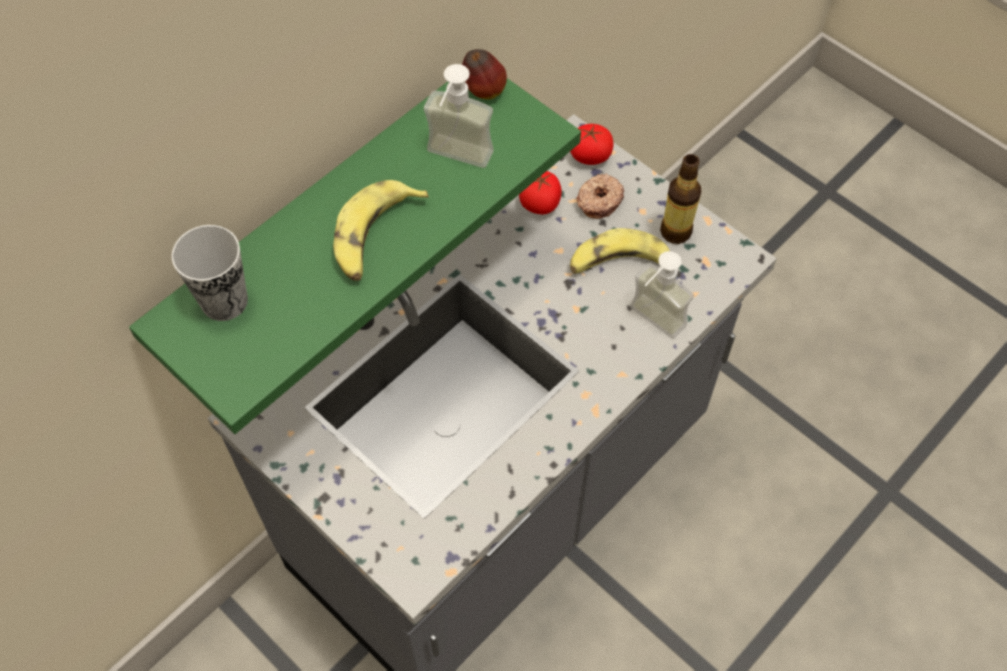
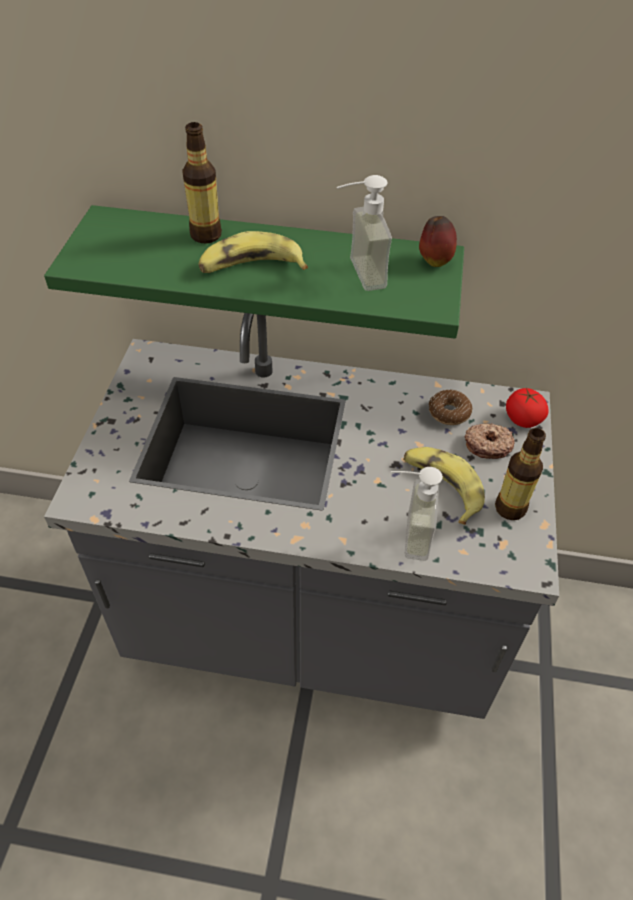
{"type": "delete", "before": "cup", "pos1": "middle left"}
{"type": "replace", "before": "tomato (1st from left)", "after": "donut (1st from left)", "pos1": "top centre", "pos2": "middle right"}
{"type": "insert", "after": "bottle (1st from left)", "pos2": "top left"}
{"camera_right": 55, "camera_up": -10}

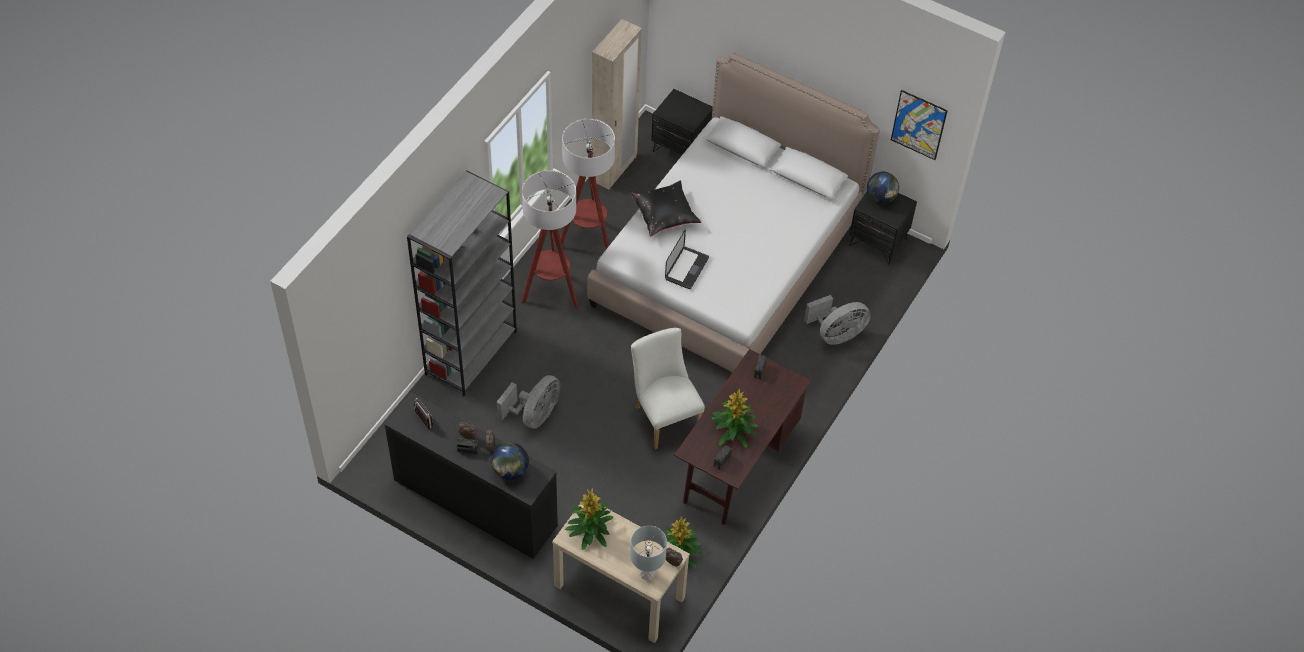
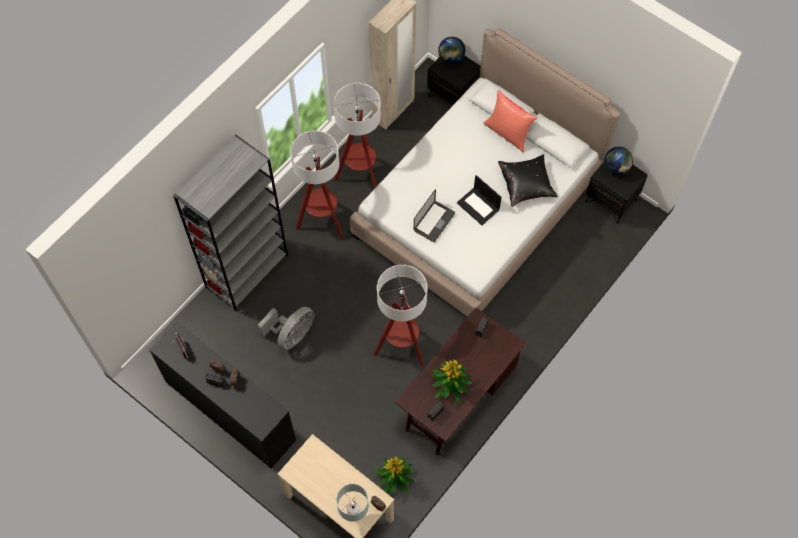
{"type": "move", "before": "globe (1st from left)", "pos1": "bottom centre", "pos2": "top centre"}
{"type": "delete", "before": "potted plant (1st from left)", "pos1": "bottom centre"}
{"type": "move", "before": "black pillow", "pos1": "top centre", "pos2": "centre"}
{"type": "replace", "before": "white chair", "after": "floor lamp (3rd from left)", "pos1": "centre", "pos2": "centre"}
{"type": "delete", "before": "grey fan (2nd from left)", "pos1": "centre"}
{"type": "delete", "before": "picture", "pos1": "top right"}
{"type": "insert", "after": "laptop (2nd from left)", "pos2": "centre"}
{"type": "insert", "after": "red pillow", "pos2": "top centre"}
{"camera_right": 10, "camera_up": 10}

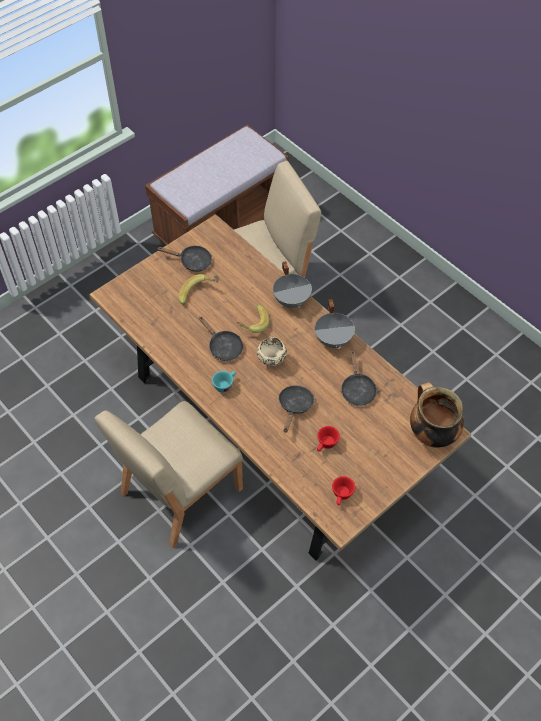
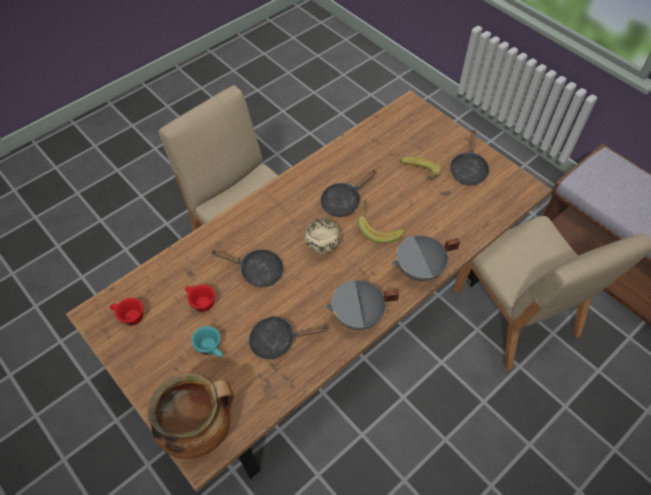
{"type": "move", "before": "turquoise cup", "pos1": "centre", "pos2": "bottom left"}
{"camera_right": 90, "camera_up": 0}

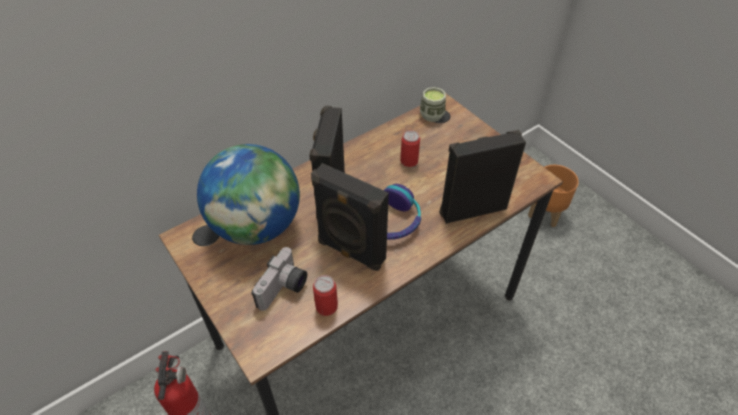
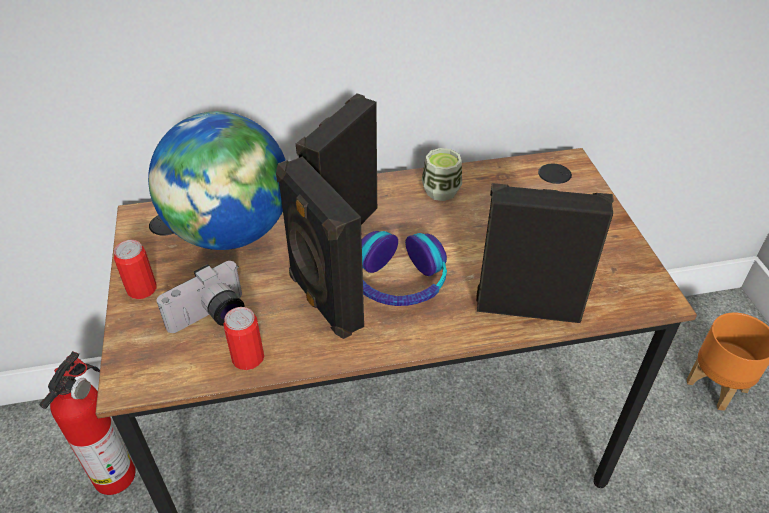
{"type": "move", "before": "can (2nd from left in the first image)", "after": "can (1st from left)", "pos1": "centre", "pos2": "middle left"}
{"type": "move", "before": "cup", "pos1": "top centre", "pos2": "centre"}
{"camera_right": 25, "camera_up": -5}

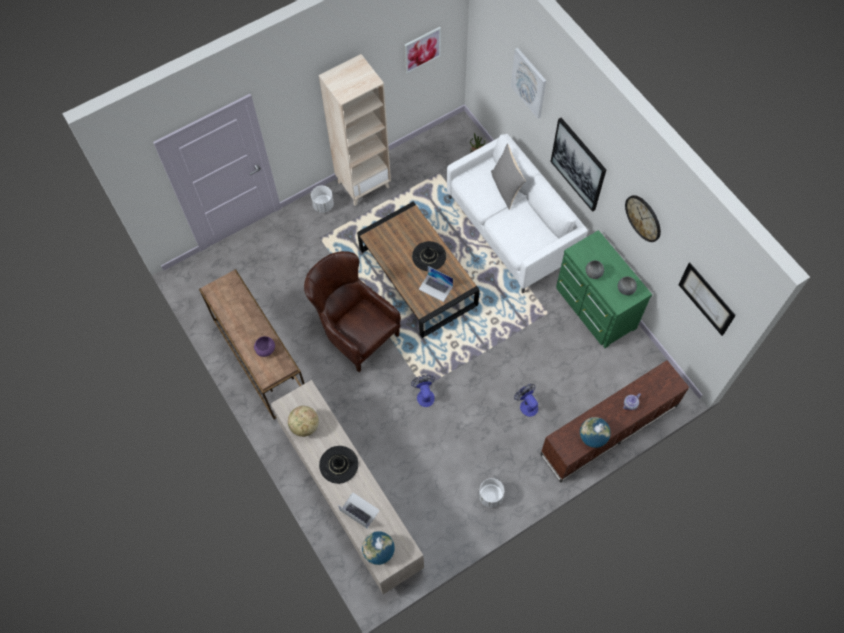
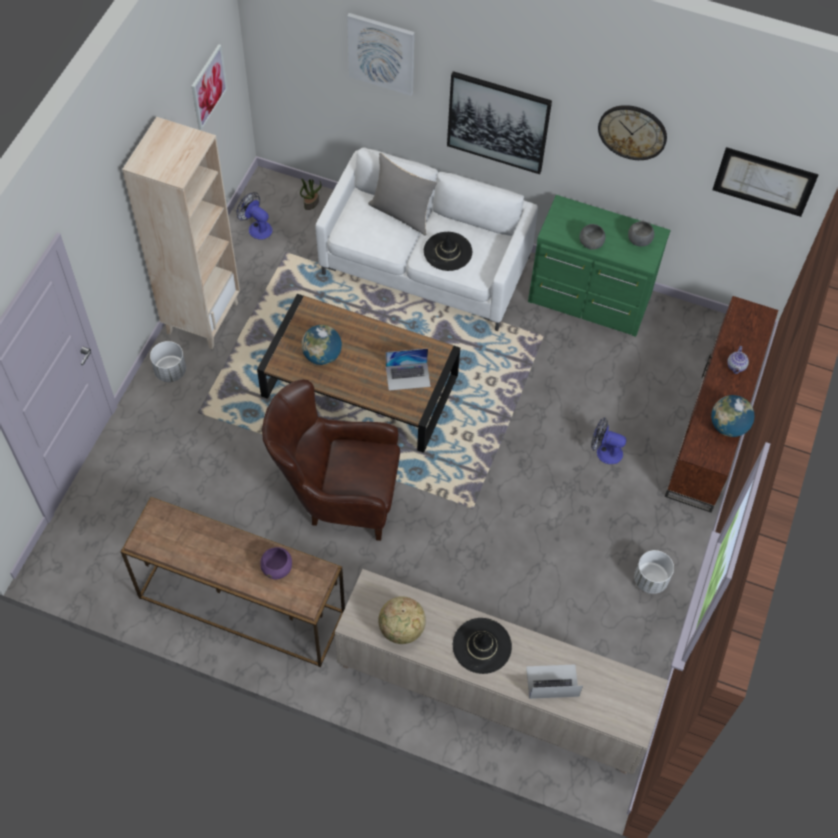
{"type": "move", "before": "globe (2nd from left in the first image)", "after": "globe (1st from left)", "pos1": "bottom centre", "pos2": "centre"}
{"type": "move", "before": "fan (1st from left)", "pos1": "centre", "pos2": "top left"}
{"type": "move", "before": "black hat (2nd from left in the first image)", "after": "black hat (1st from left)", "pos1": "centre", "pos2": "top centre"}
{"camera_right": -40, "camera_up": -5}

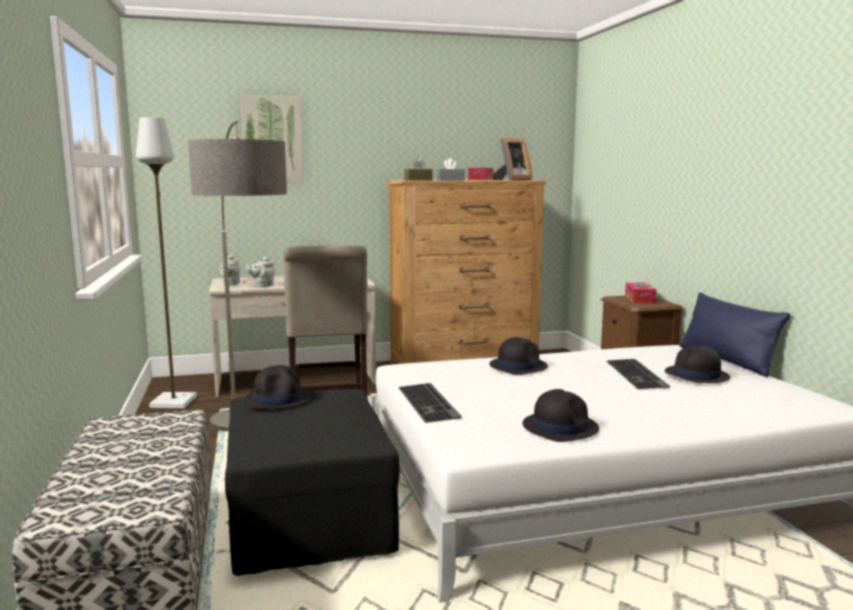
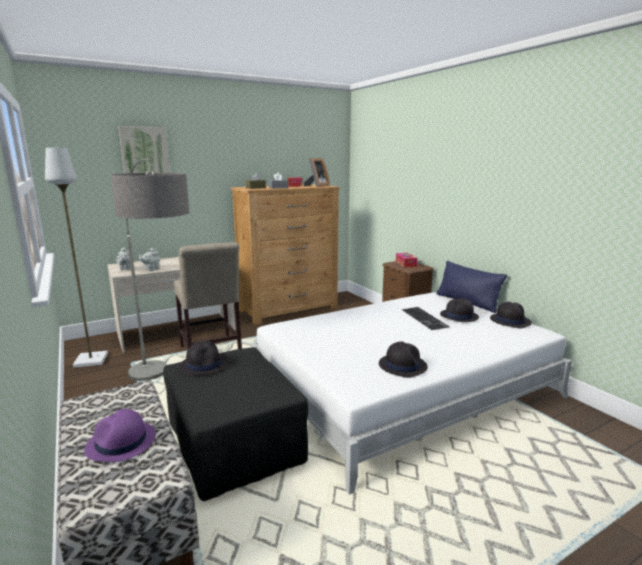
{"type": "delete", "before": "keyboard (1st from left)", "pos1": "centre"}
{"type": "move", "before": "black hat (2nd from left in the first image)", "after": "black hat (4th from left)", "pos1": "centre", "pos2": "middle right"}
{"type": "insert", "after": "purple hat", "pos2": "bottom left"}
{"camera_right": -15, "camera_up": 5}

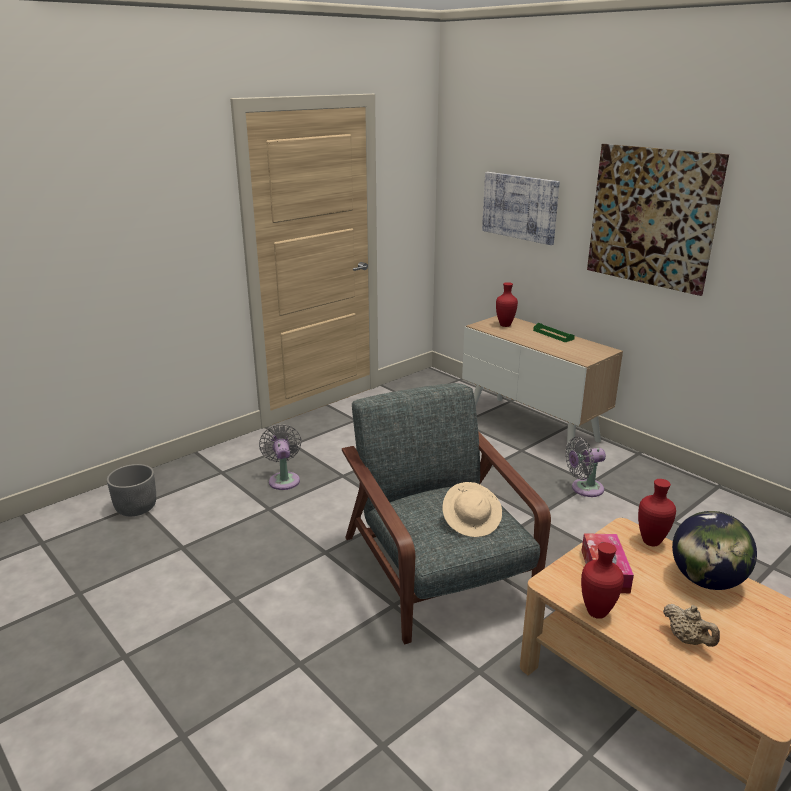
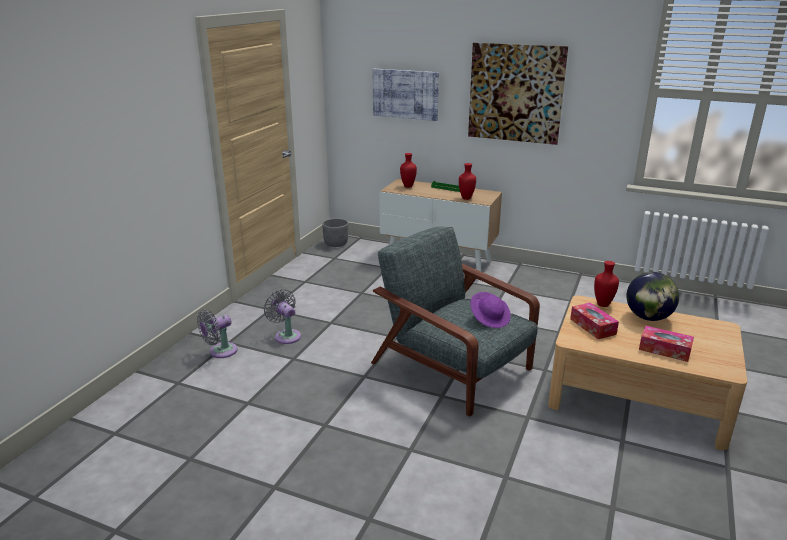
{"type": "move", "before": "grey planter", "pos1": "middle left", "pos2": "centre"}
{"type": "recolor", "before": "beige hat", "after": "purple hat", "pos1": "centre", "pos2": "centre"}
{"type": "move", "before": "grey fan (2nd from left in the first image)", "after": "grey fan (1st from left)", "pos1": "middle right", "pos2": "middle left"}
{"type": "move", "before": "red vase (2nd from left)", "pos1": "bottom right", "pos2": "centre"}
{"type": "replace", "before": "beige teapot", "after": "tissue box (2nd from left)", "pos1": "bottom right", "pos2": "middle right"}
{"camera_right": -25, "camera_up": 0}

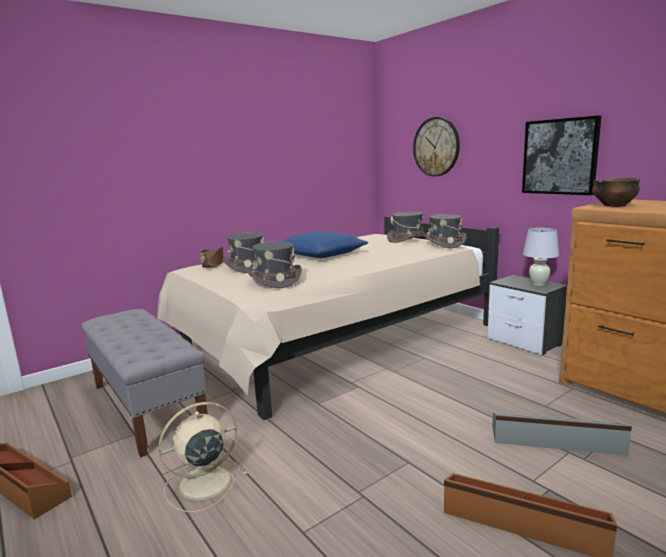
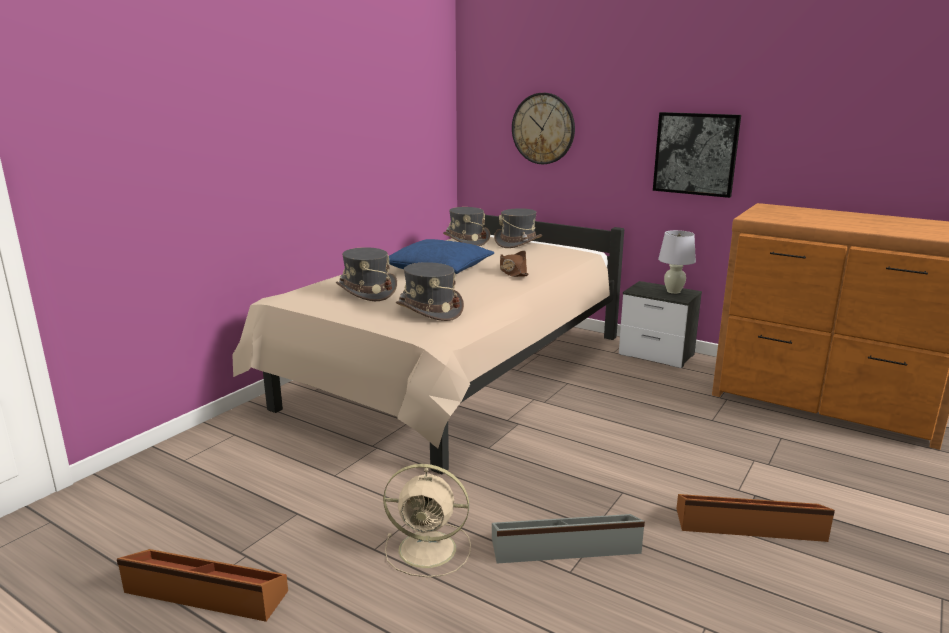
{"type": "delete", "before": "grey bench", "pos1": "bottom left"}
{"type": "rotate", "before": "beige fan", "pos1": "bottom left", "pos2": "bottom centre", "turn": -120}
{"type": "move", "before": "brown hat", "pos1": "middle left", "pos2": "centre"}
{"type": "move", "before": "grey hat (4th from left in the first image)", "after": "grey hat (3rd from left)", "pos1": "middle right", "pos2": "centre"}
{"type": "move", "before": "grey storage box", "pos1": "bottom right", "pos2": "bottom centre"}
{"type": "delete", "before": "bowl", "pos1": "middle right"}
{"camera_right": -20, "camera_up": 5}

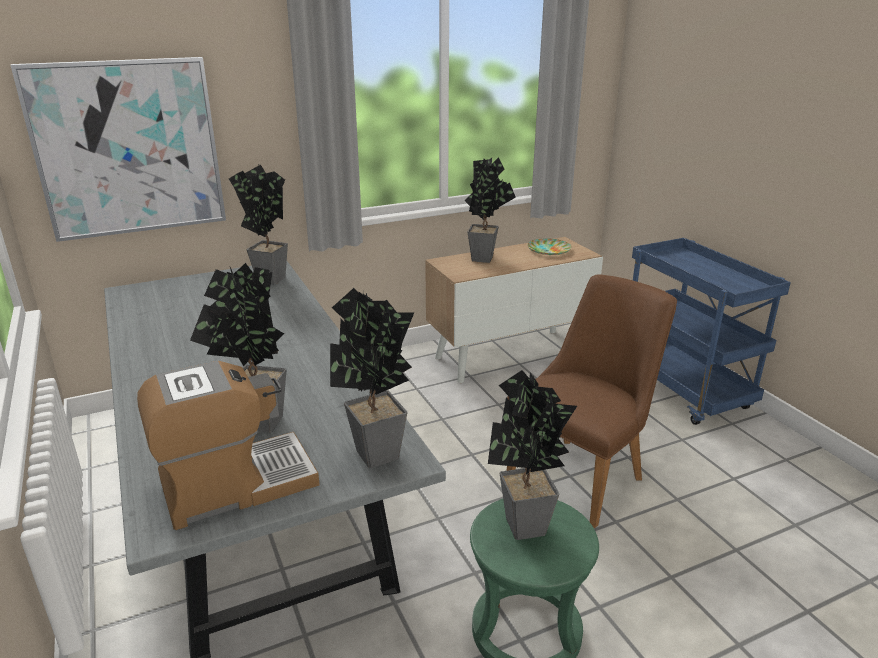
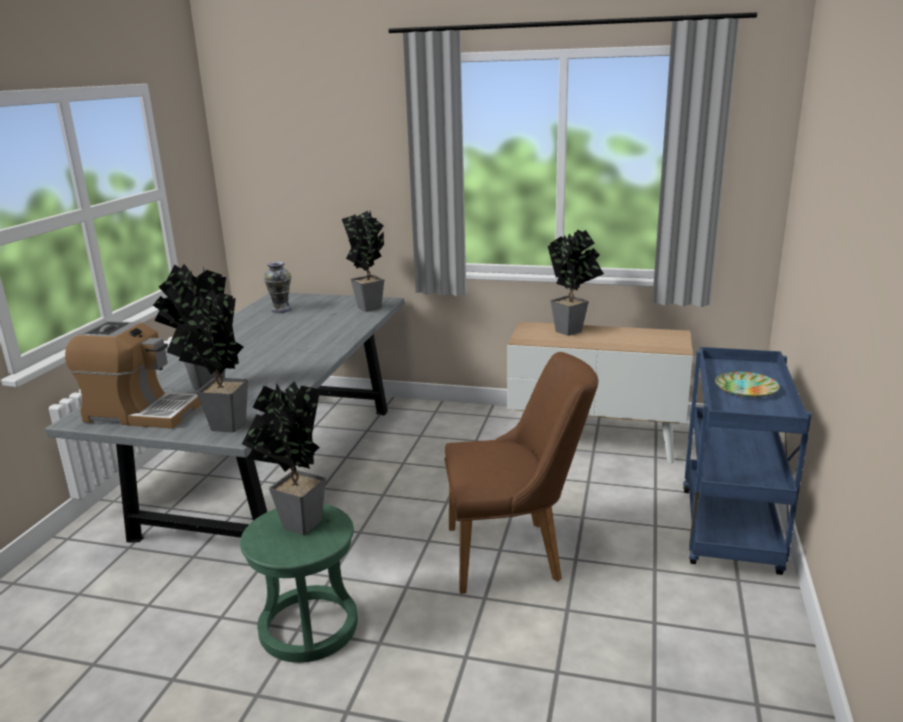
{"type": "delete", "before": "picture", "pos1": "top left"}
{"type": "move", "before": "plate", "pos1": "centre", "pos2": "middle right"}
{"type": "insert", "after": "vase", "pos2": "middle left"}
{"camera_right": 40, "camera_up": -5}

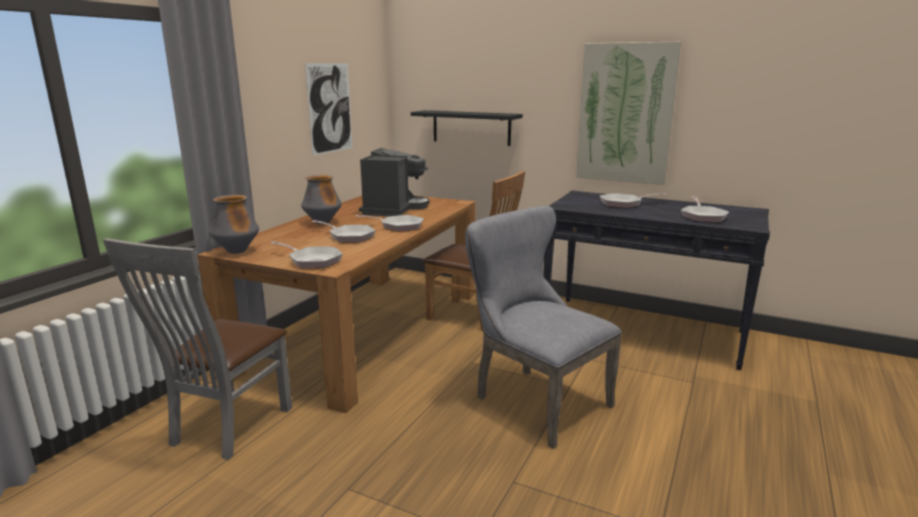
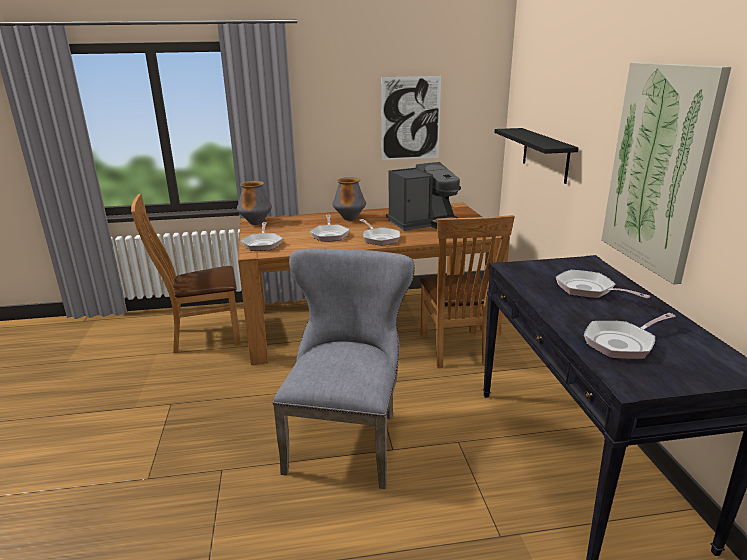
{"type": "recolor", "before": "grey chair (1st from left)", "after": "brown chair (1st from left)", "pos1": "bottom left", "pos2": "middle left"}
{"camera_right": 55, "camera_up": 5}

